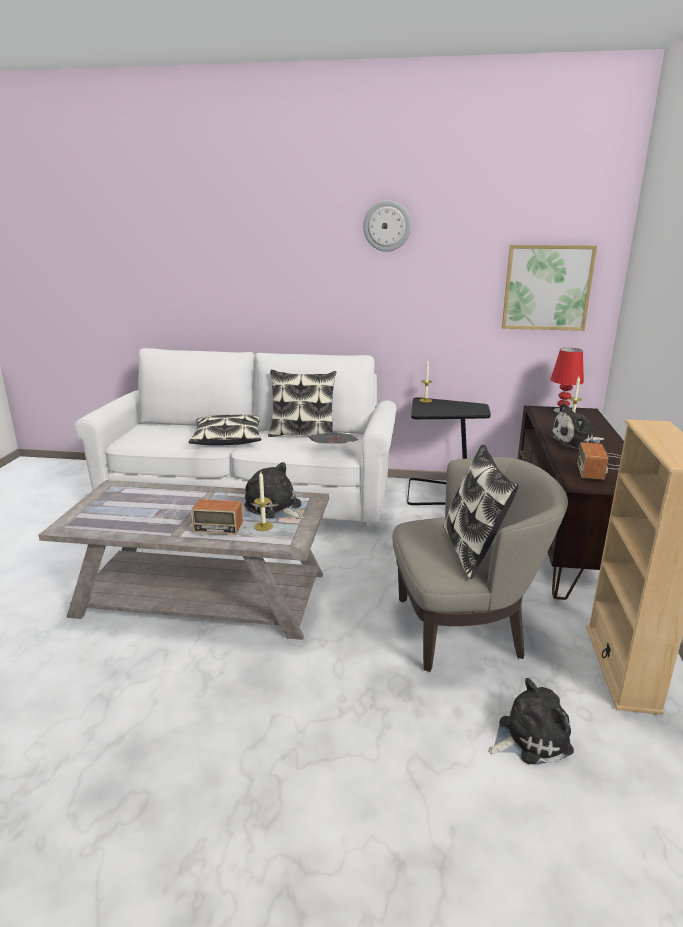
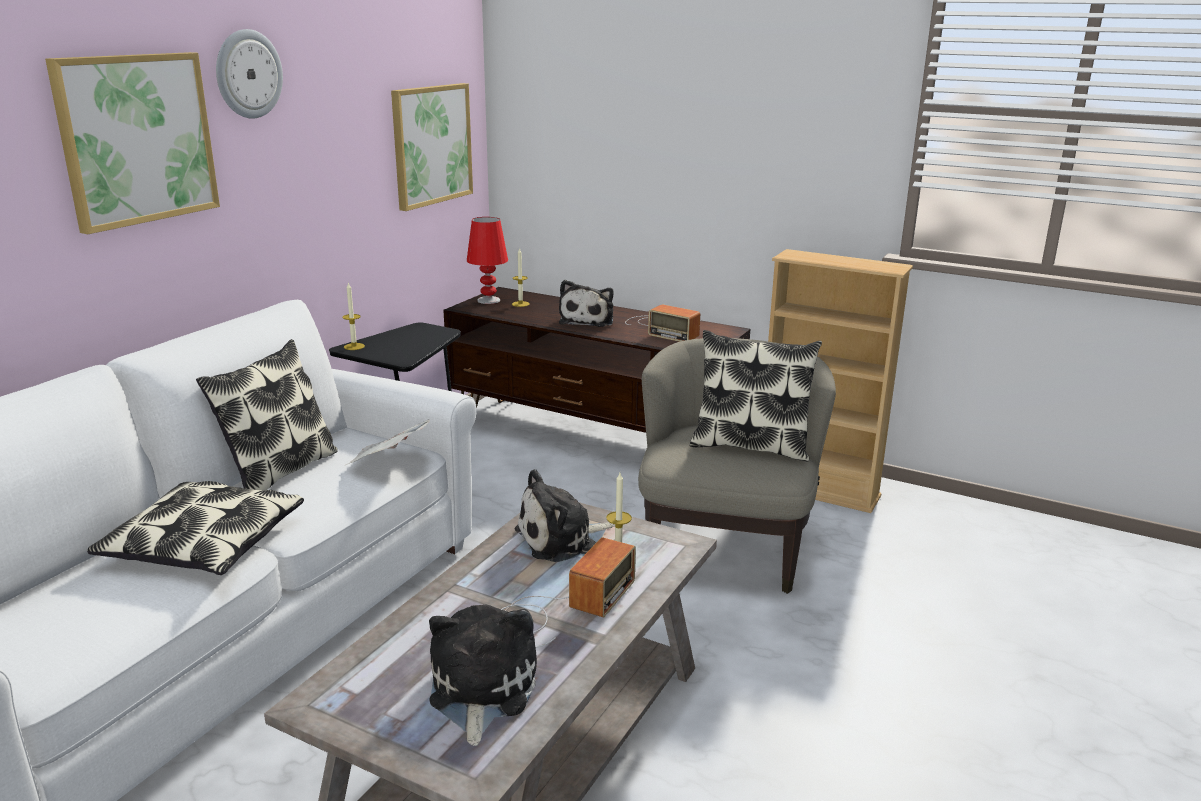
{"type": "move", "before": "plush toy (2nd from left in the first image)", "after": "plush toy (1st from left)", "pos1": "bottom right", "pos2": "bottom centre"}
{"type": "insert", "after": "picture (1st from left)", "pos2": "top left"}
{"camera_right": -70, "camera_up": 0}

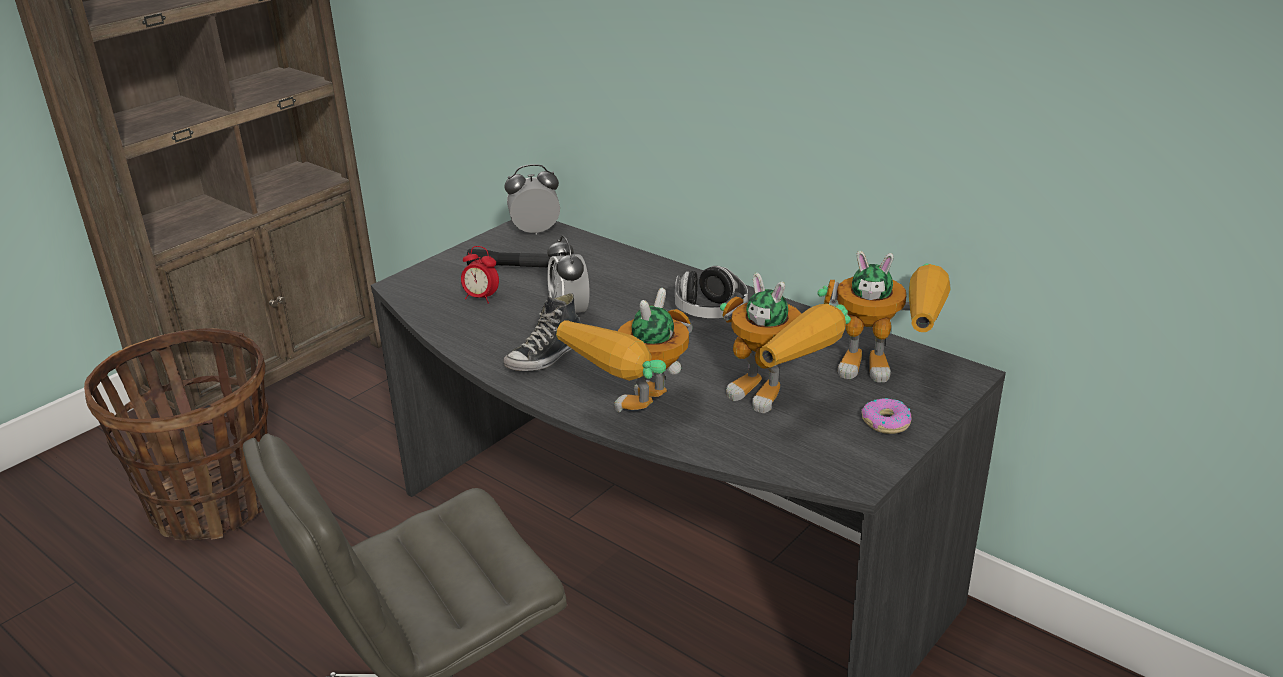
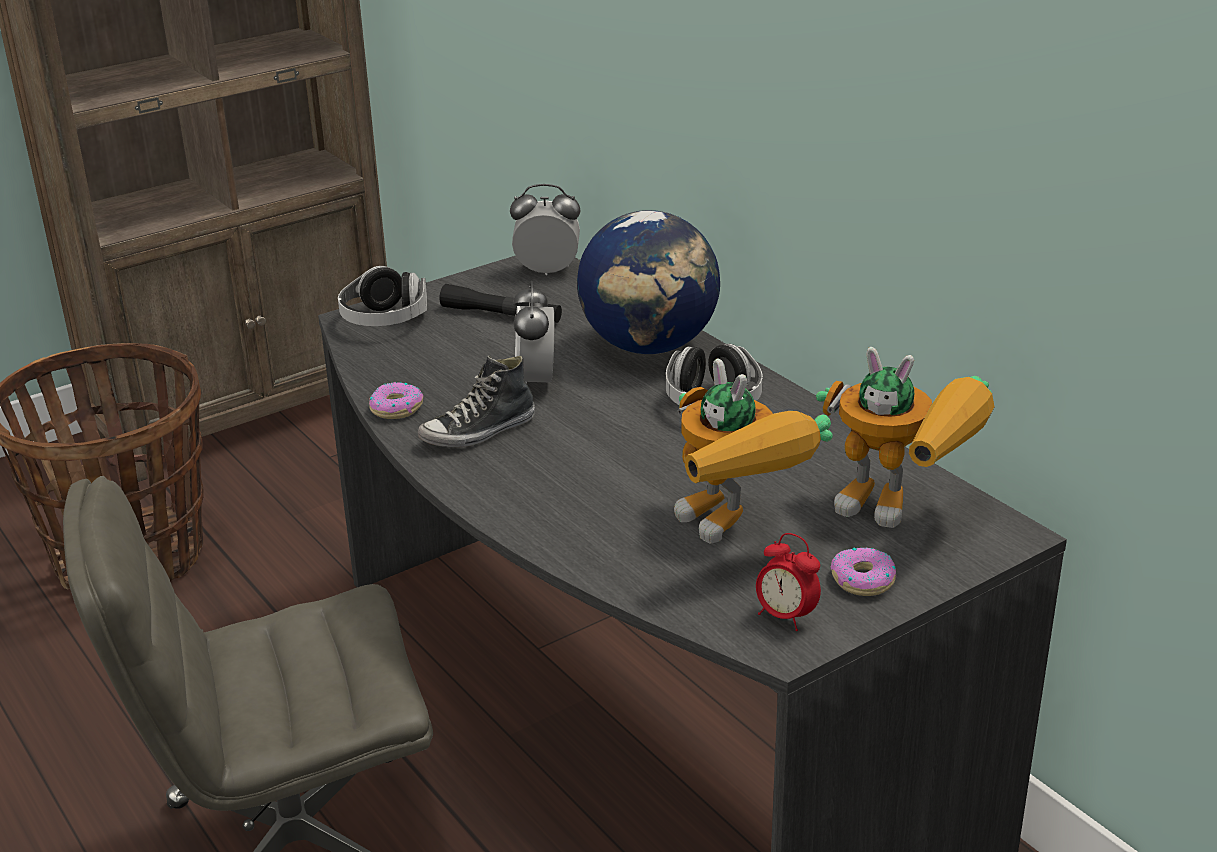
{"type": "move", "before": "alarm clock (1st from left in the first image)", "after": "alarm clock (3rd from left)", "pos1": "centre", "pos2": "bottom centre"}
{"type": "delete", "before": "toy robot (1st from left)", "pos1": "centre"}
{"type": "insert", "after": "headphones (1st from left)", "pos2": "middle left"}
{"type": "insert", "after": "donut (1st from left)", "pos2": "middle left"}
{"type": "insert", "after": "globe", "pos2": "top centre"}
{"camera_right": 15, "camera_up": 0}

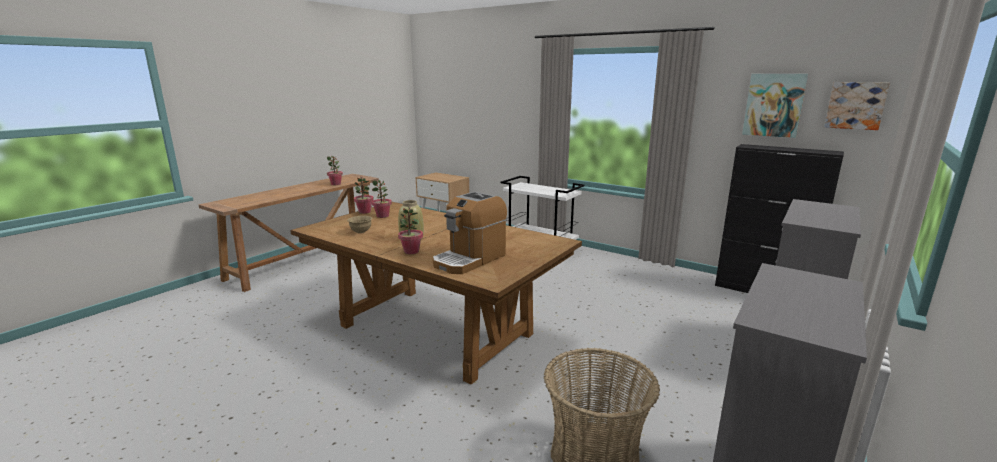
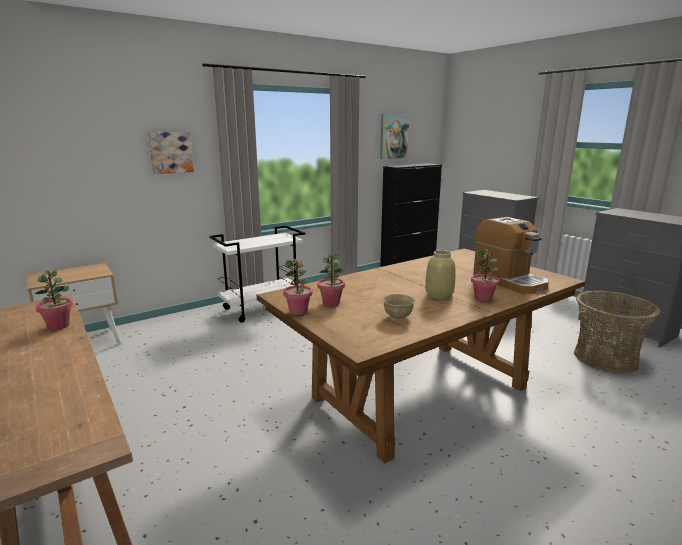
{"type": "move", "before": "picture (2nd from left in the first image)", "after": "picture (1st from left)", "pos1": "top right", "pos2": "top left"}
{"camera_right": -70, "camera_up": 0}

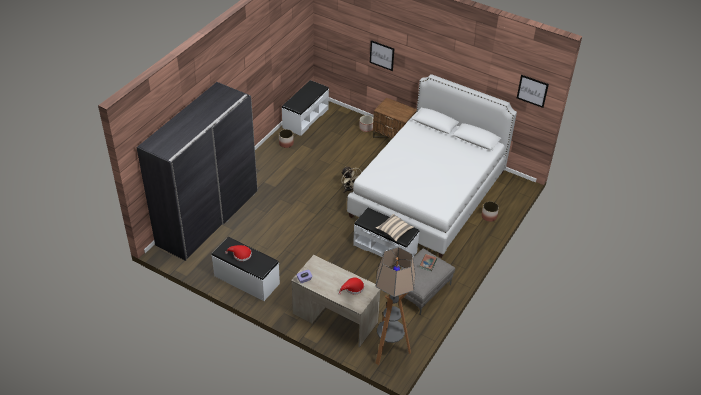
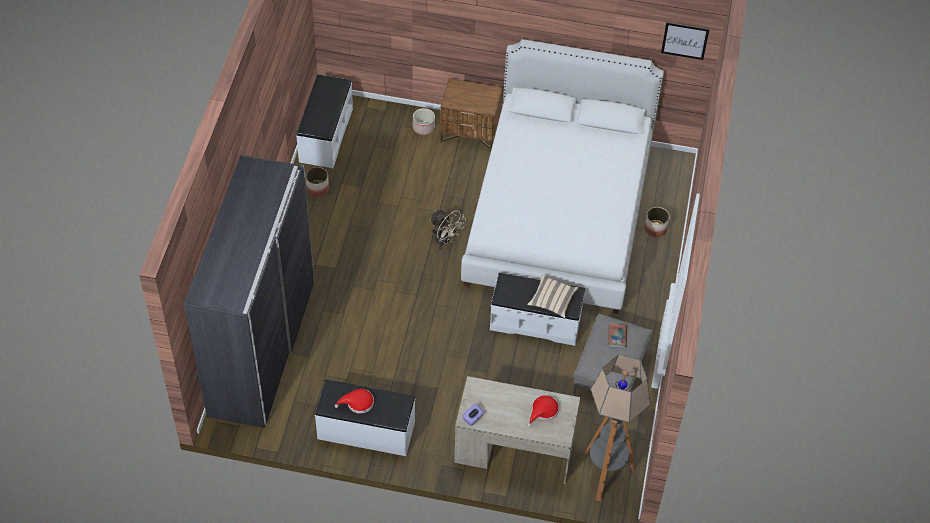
{"type": "delete", "before": "picture (1st from left)", "pos1": "top centre"}
{"camera_right": -20, "camera_up": 10}

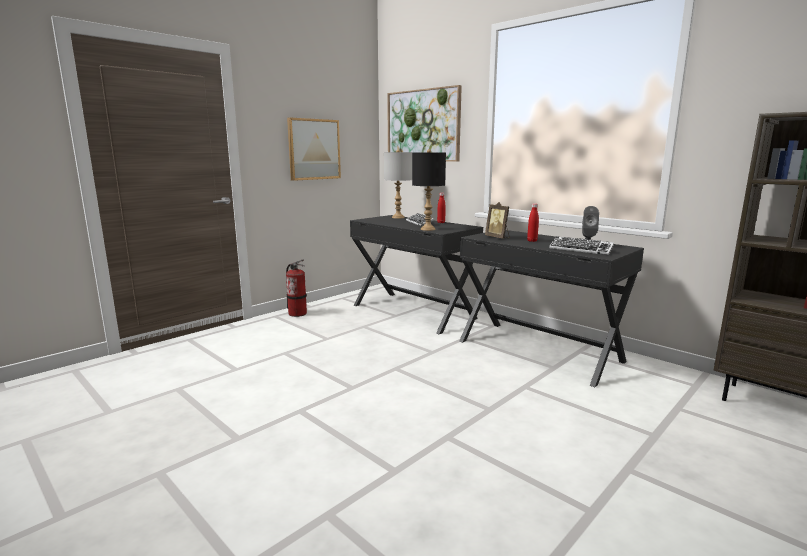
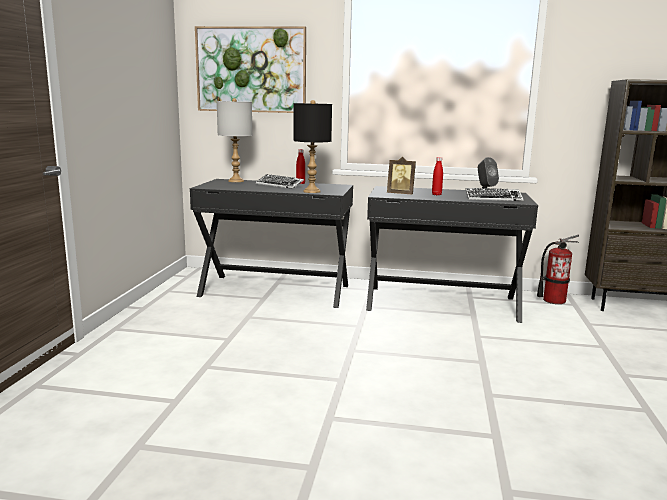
{"type": "move", "before": "fire extinguisher", "pos1": "centre", "pos2": "middle right"}
{"type": "delete", "before": "picture (1st from left)", "pos1": "top centre"}
{"camera_right": -35, "camera_up": 0}

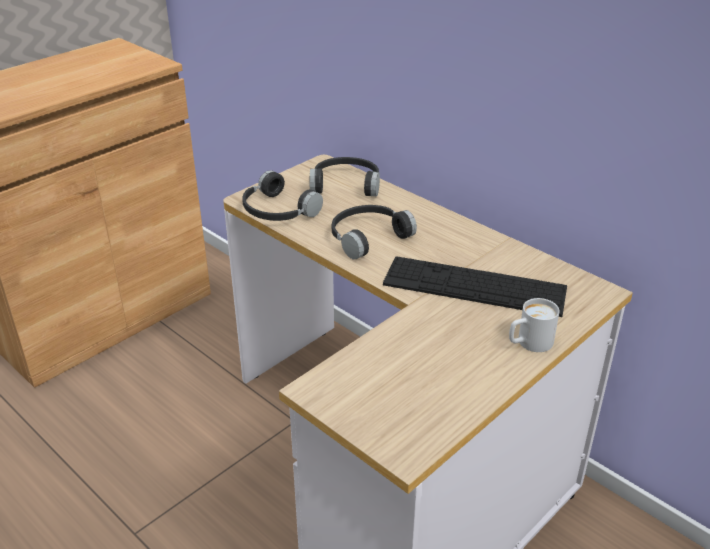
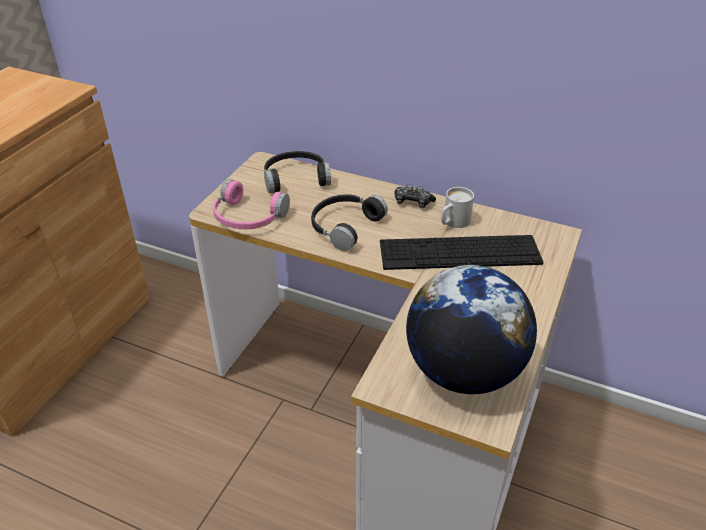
{"type": "recolor", "before": "black headphones (1st from left)", "after": "pink headphones", "pos1": "centre", "pos2": "centre"}
{"type": "move", "before": "white mug", "pos1": "middle right", "pos2": "centre"}
{"type": "insert", "after": "game controller", "pos2": "centre"}
{"type": "insert", "after": "globe", "pos2": "middle right"}
{"camera_right": -20, "camera_up": 5}

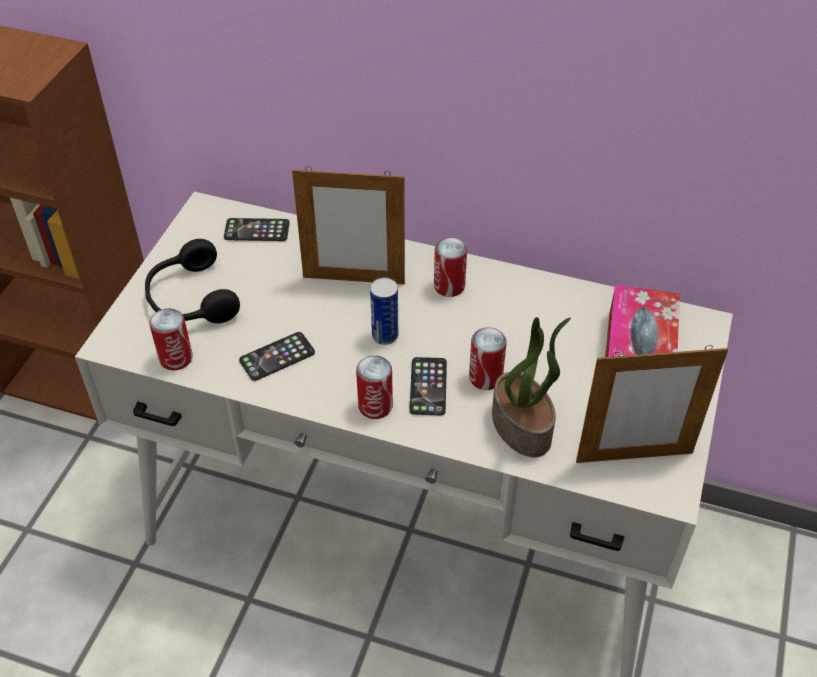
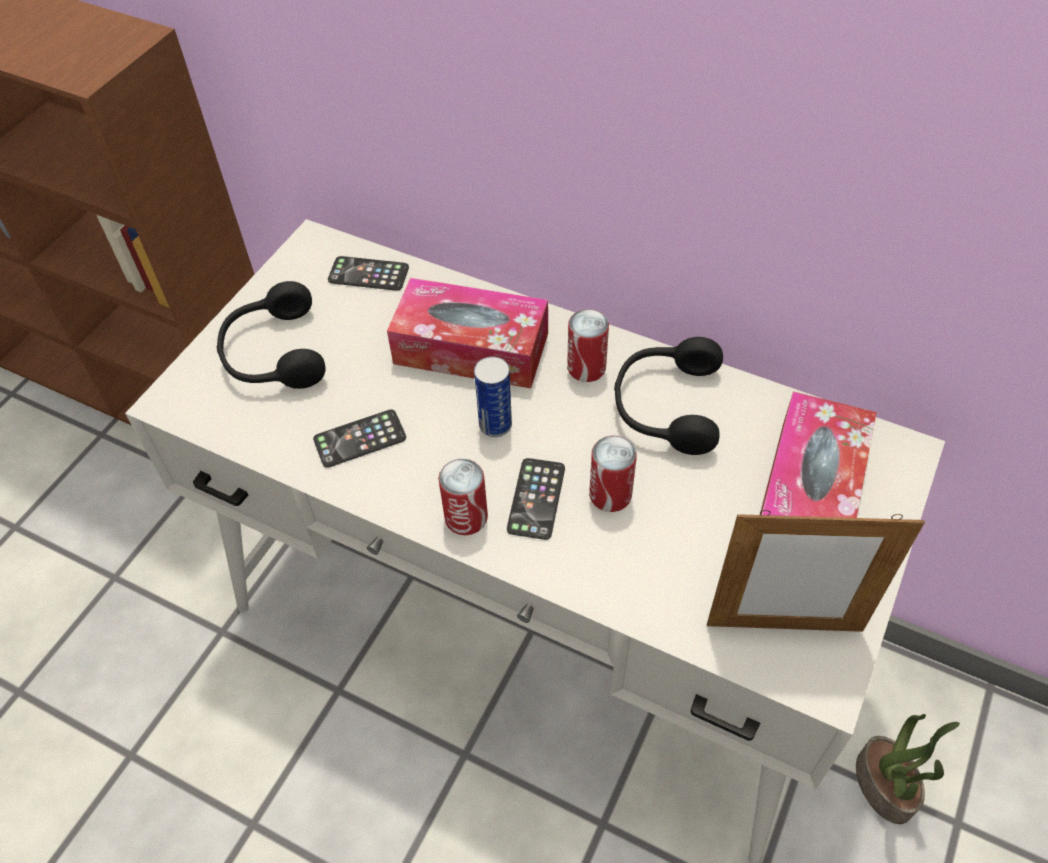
{"type": "delete", "before": "can (1st from left)", "pos1": "middle left"}
{"type": "replace", "before": "picture frame (1st from left)", "after": "tissue box (1st from left)", "pos1": "top centre", "pos2": "centre"}
{"type": "move", "before": "potted plant", "pos1": "centre", "pos2": "bottom right"}
{"type": "insert", "after": "black headphones (2nd from left)", "pos2": "centre"}
{"camera_right": 10, "camera_up": 5}

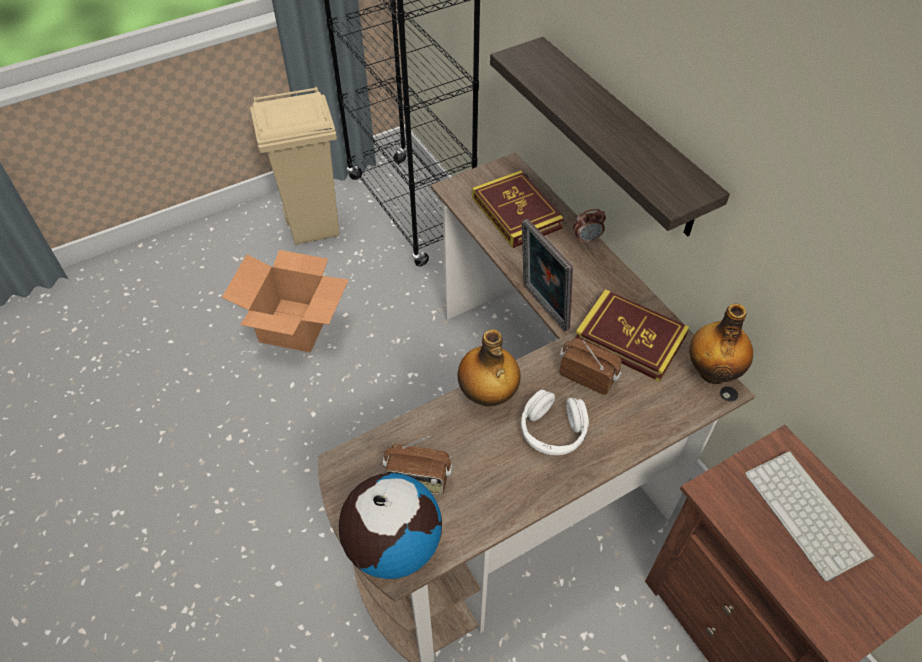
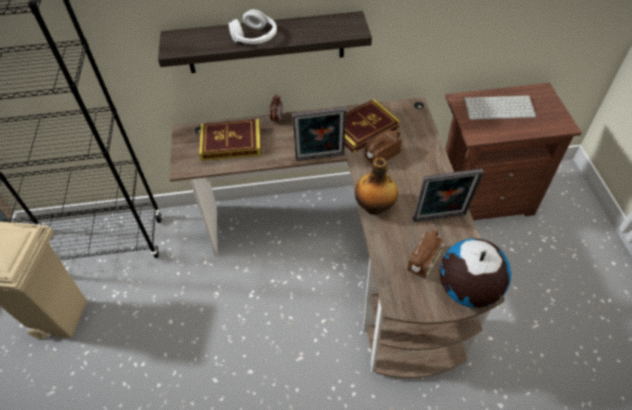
{"type": "delete", "before": "cardboard box", "pos1": "middle left"}
{"type": "move", "before": "white headphones", "pos1": "centre", "pos2": "top centre"}
{"type": "delete", "before": "bottle (2nd from left)", "pos1": "middle right"}
{"type": "insert", "after": "picture frame (2nd from left)", "pos2": "middle right"}
{"camera_right": -65, "camera_up": 0}

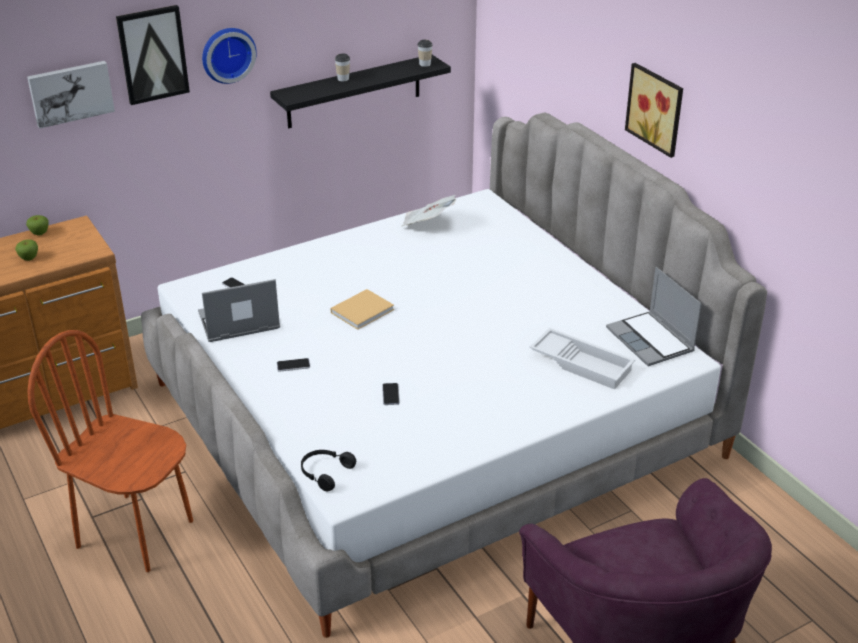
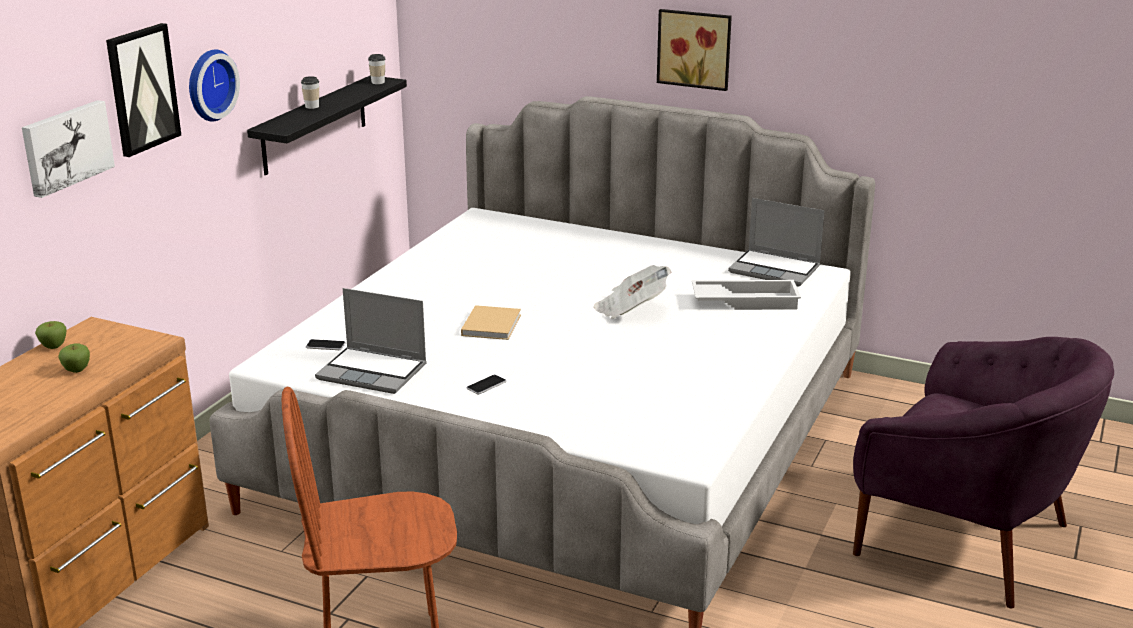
{"type": "rotate", "before": "laptop (1st from left)", "pos1": "middle left", "pos2": "middle left", "turn": -105}
{"type": "delete", "before": "black headphones", "pos1": "bottom centre"}
{"type": "delete", "before": "phone (3rd from left)", "pos1": "centre"}
{"type": "move", "before": "newspaper", "pos1": "top centre", "pos2": "centre"}
{"camera_right": -35, "camera_up": -10}

